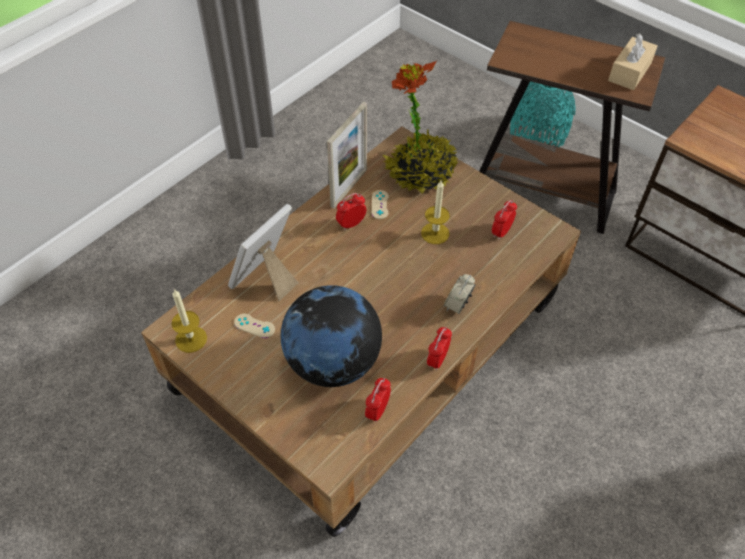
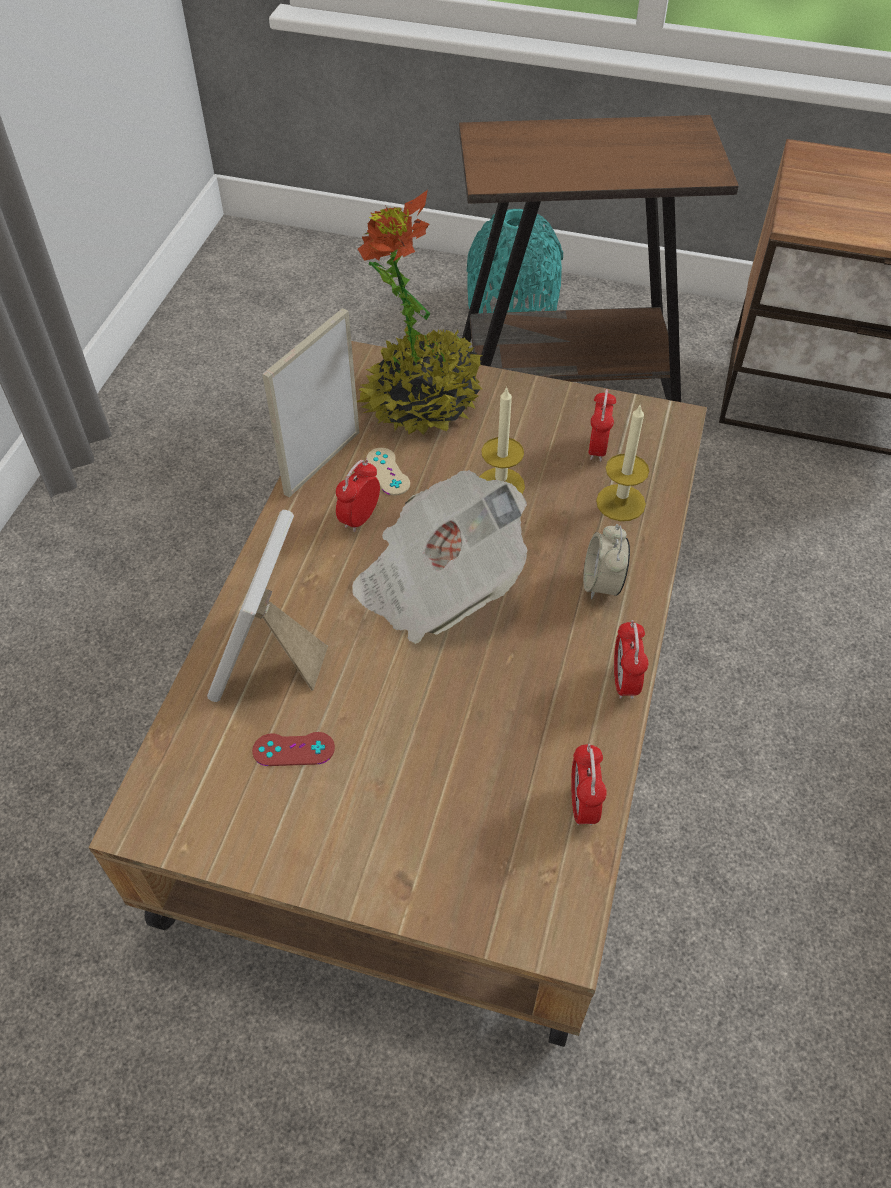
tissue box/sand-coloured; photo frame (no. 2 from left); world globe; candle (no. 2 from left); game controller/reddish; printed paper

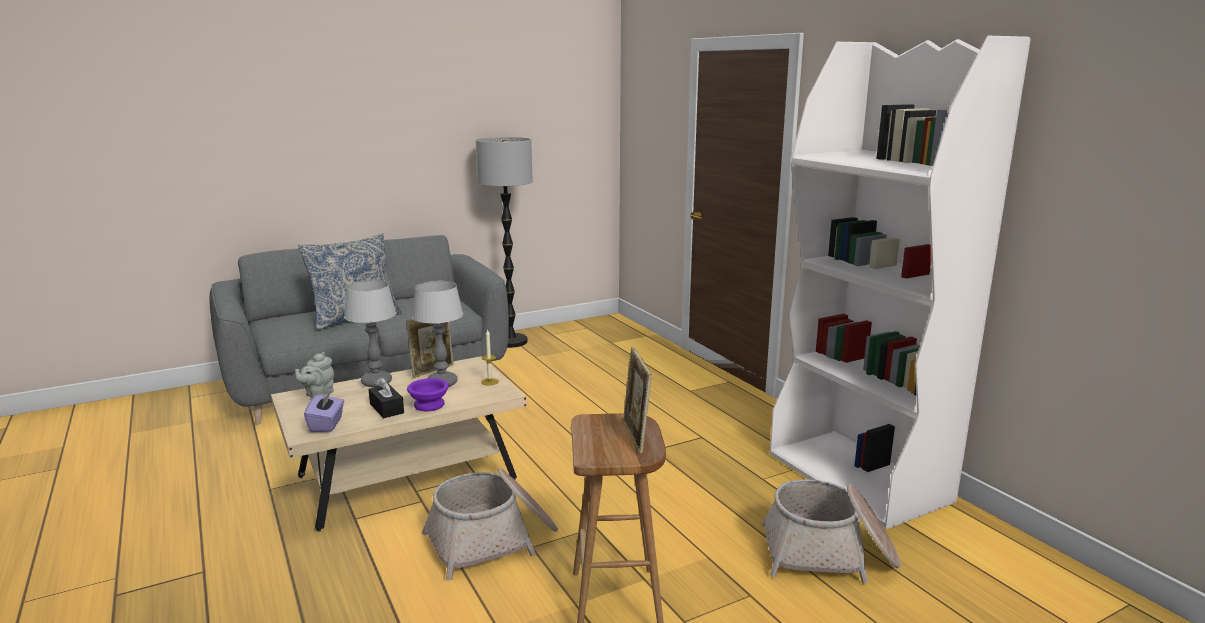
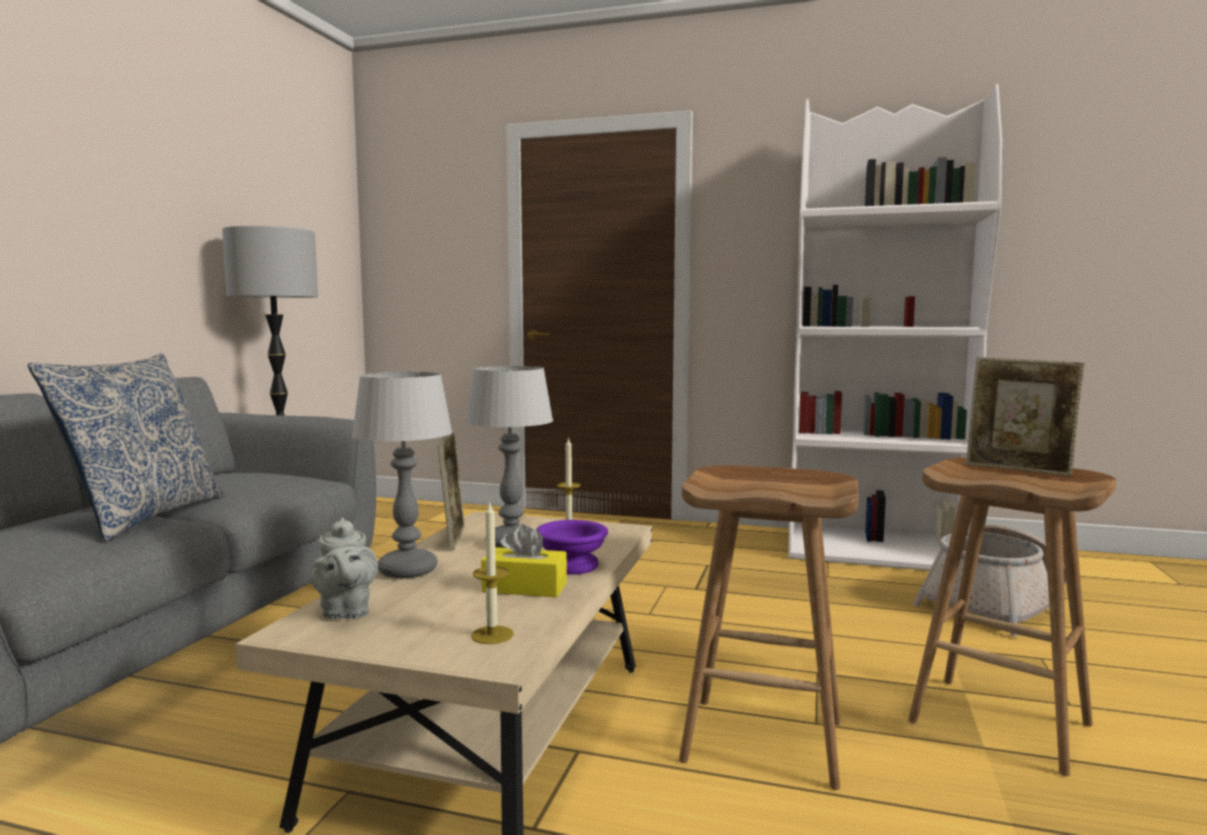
tissue box/yellow-coloured; candle (no. 1 from left); sitting stool/brownish (no. 1 from left)

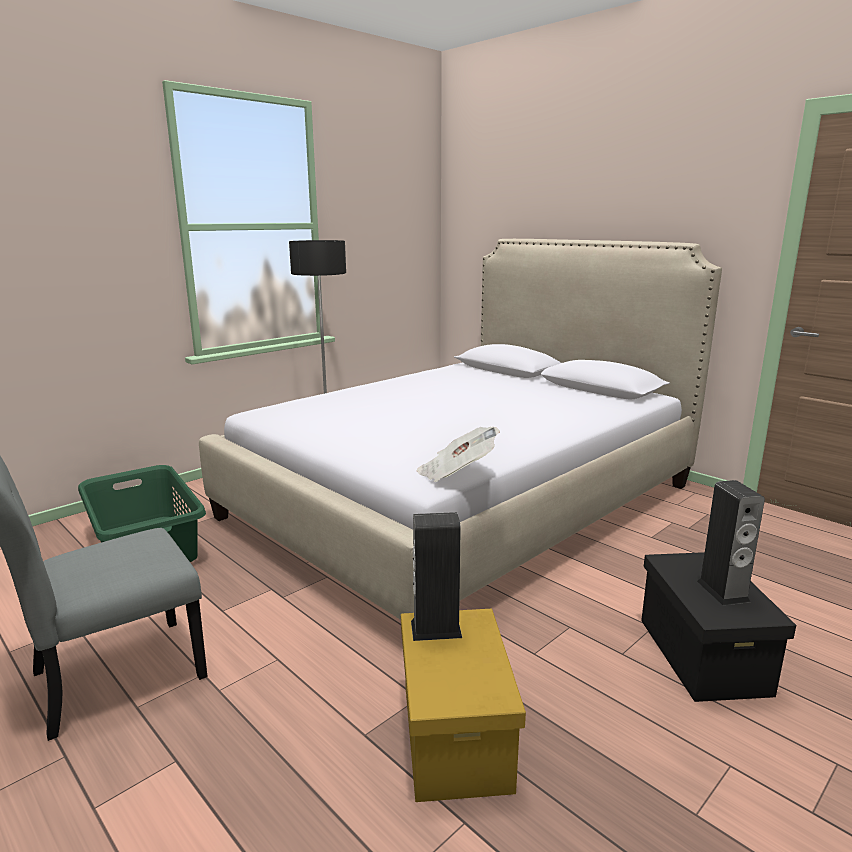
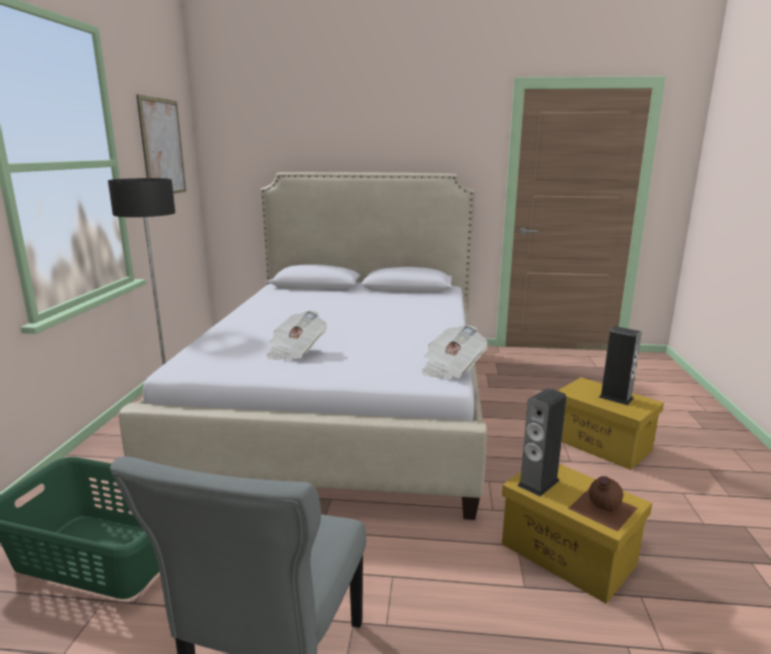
storage box/yellow-coloured (no. 2 from left); wall art; printed paper (no. 1 from left); drink bottle/brownish

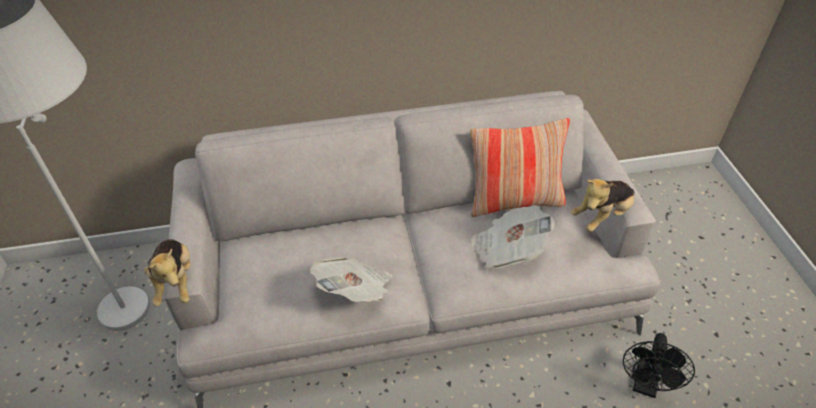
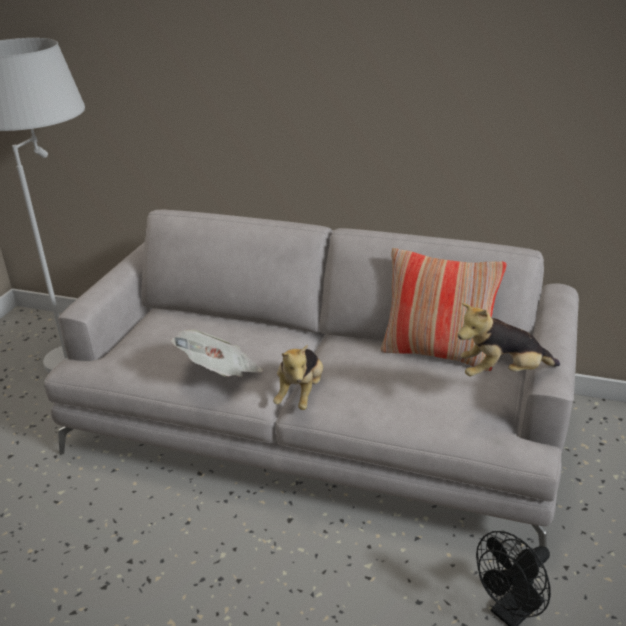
printed paper (no. 2 from left in the first image); soft toy (no. 1 from left)

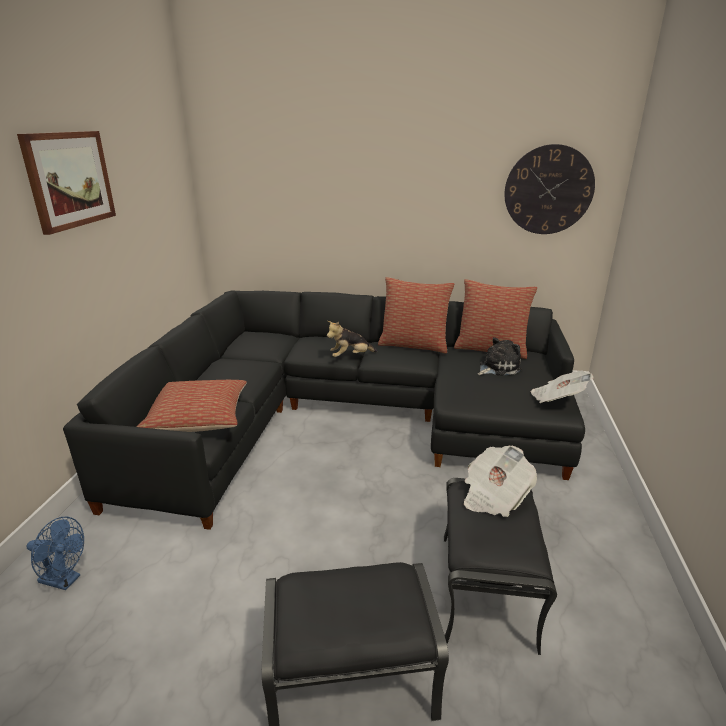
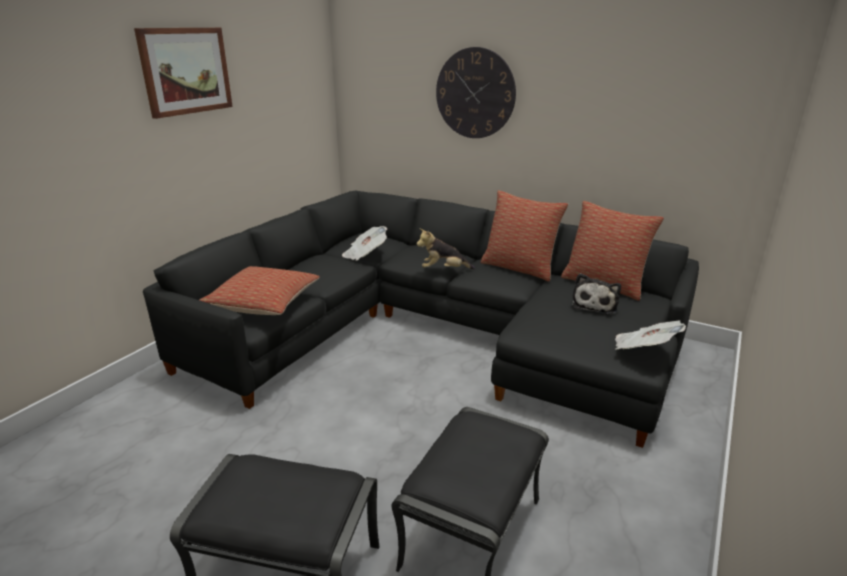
wall clock; soft toy (no. 2 from left); printed paper (no. 1 from left); cooling fan/blue-coloured

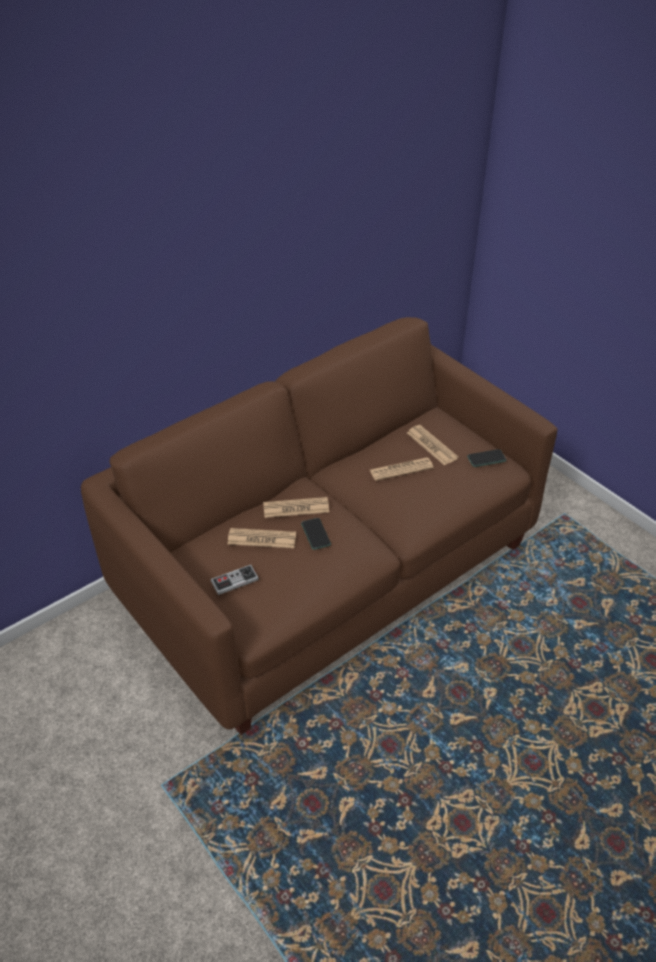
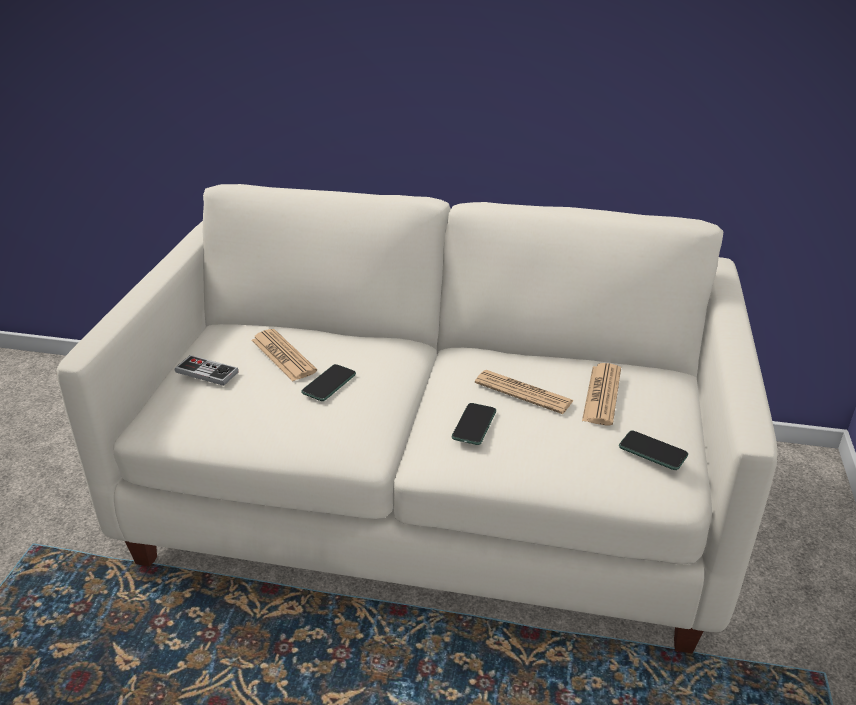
settee/white-coloured; printed paper (no. 2 from left in the first image); handset (no. 2 from left)

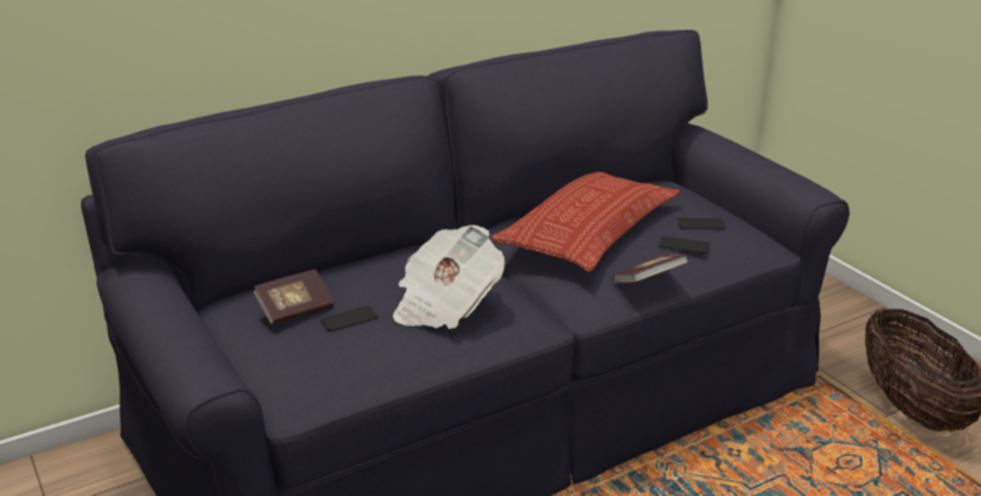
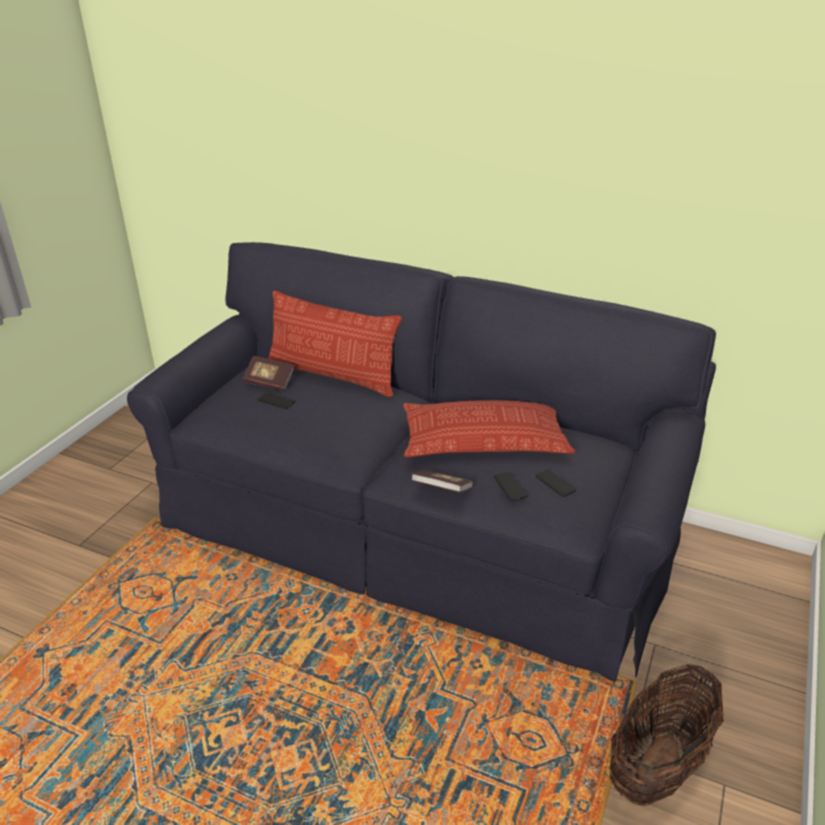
printed paper; throw pillow (no. 1 from left)

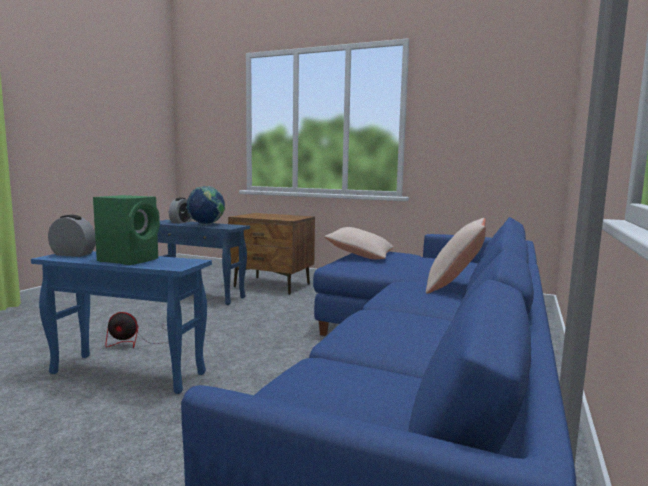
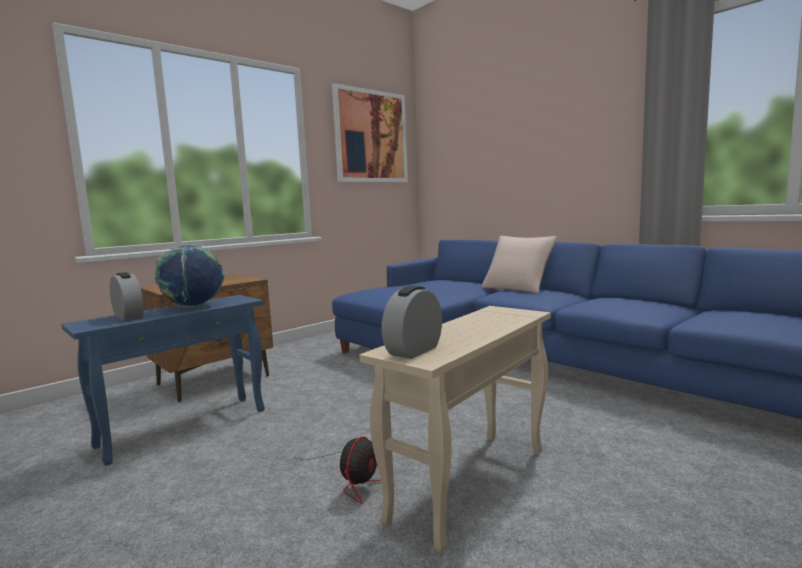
audio speaker/green-coloured; throw pillow/sand-coloured (no. 1 from left in the first image); side table/sand-coloured; wall art

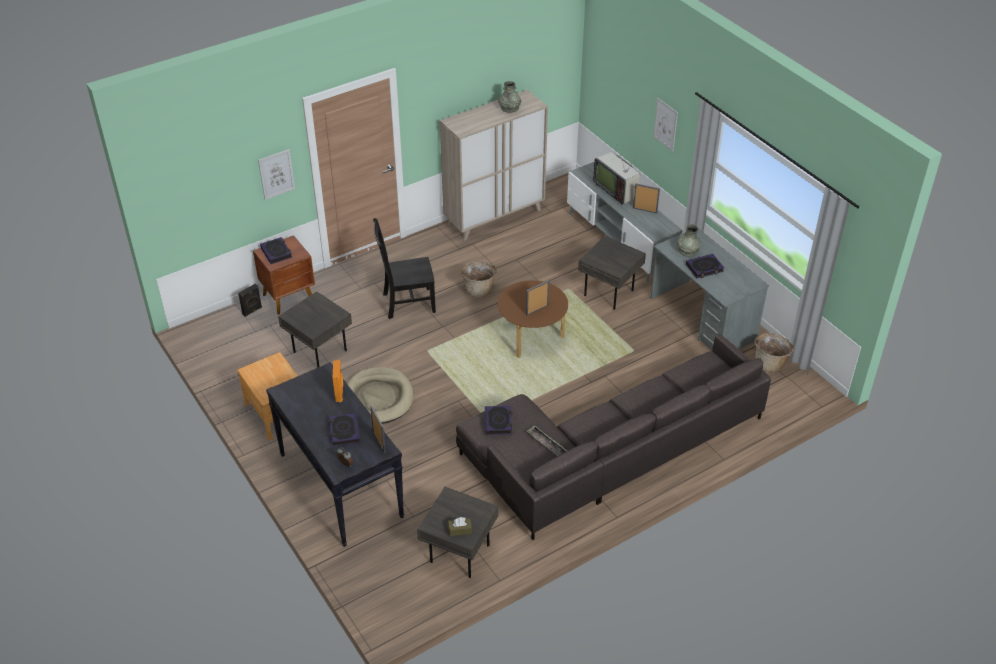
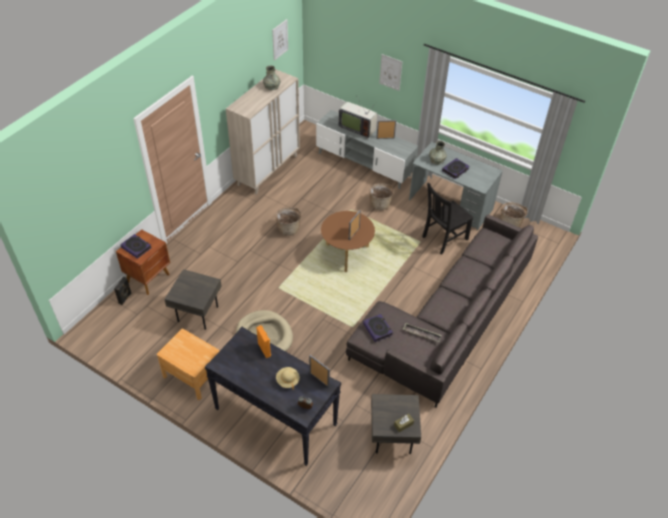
wall art (no. 1 from left); plain chair/black; storage basket (no. 2 from left); clothing hat/sand-coloured

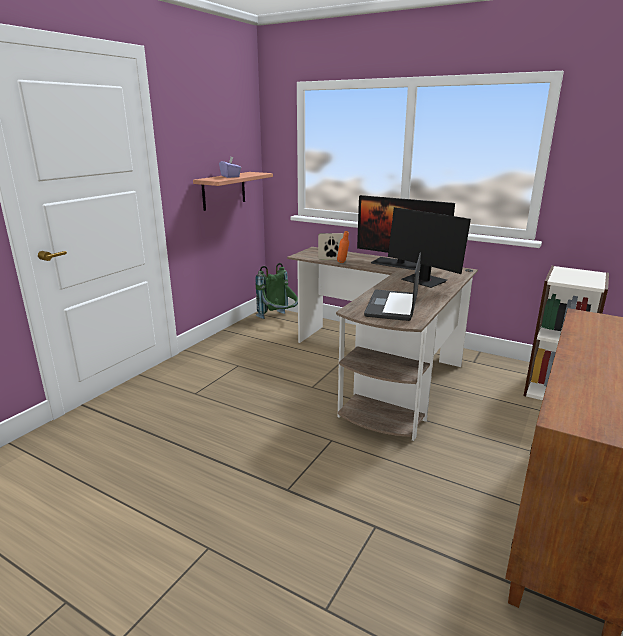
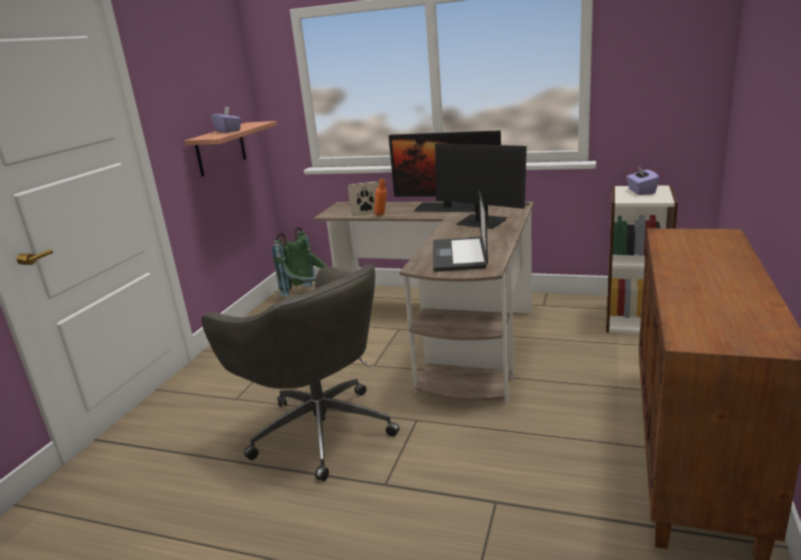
tissue box/purple (no. 2 from left); office chair/gray

